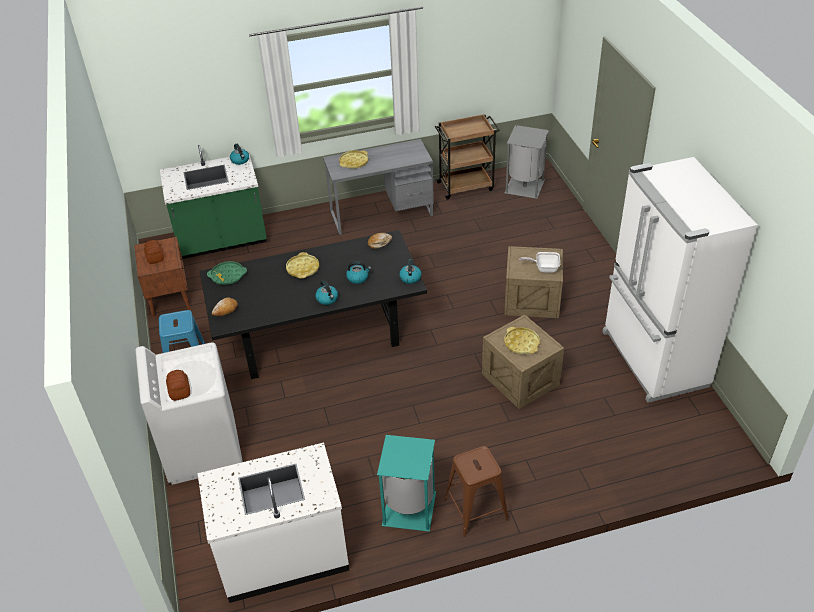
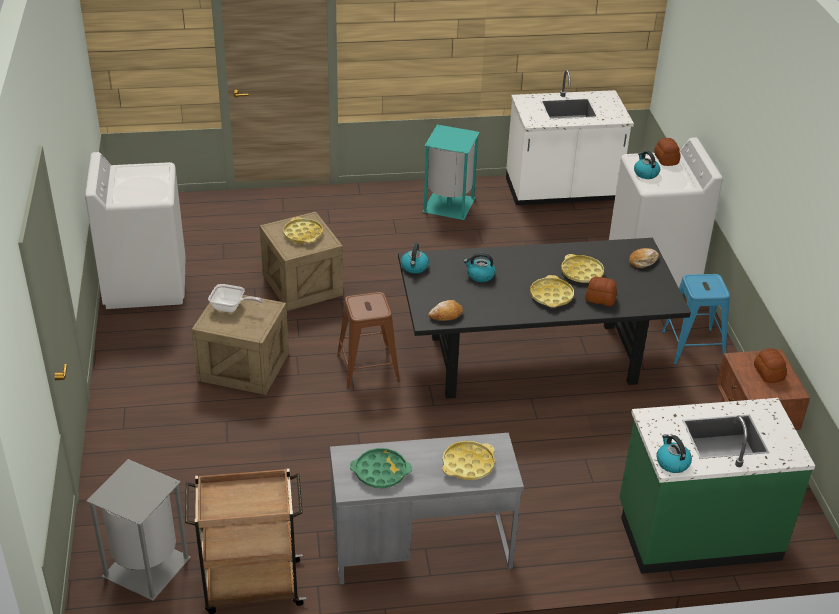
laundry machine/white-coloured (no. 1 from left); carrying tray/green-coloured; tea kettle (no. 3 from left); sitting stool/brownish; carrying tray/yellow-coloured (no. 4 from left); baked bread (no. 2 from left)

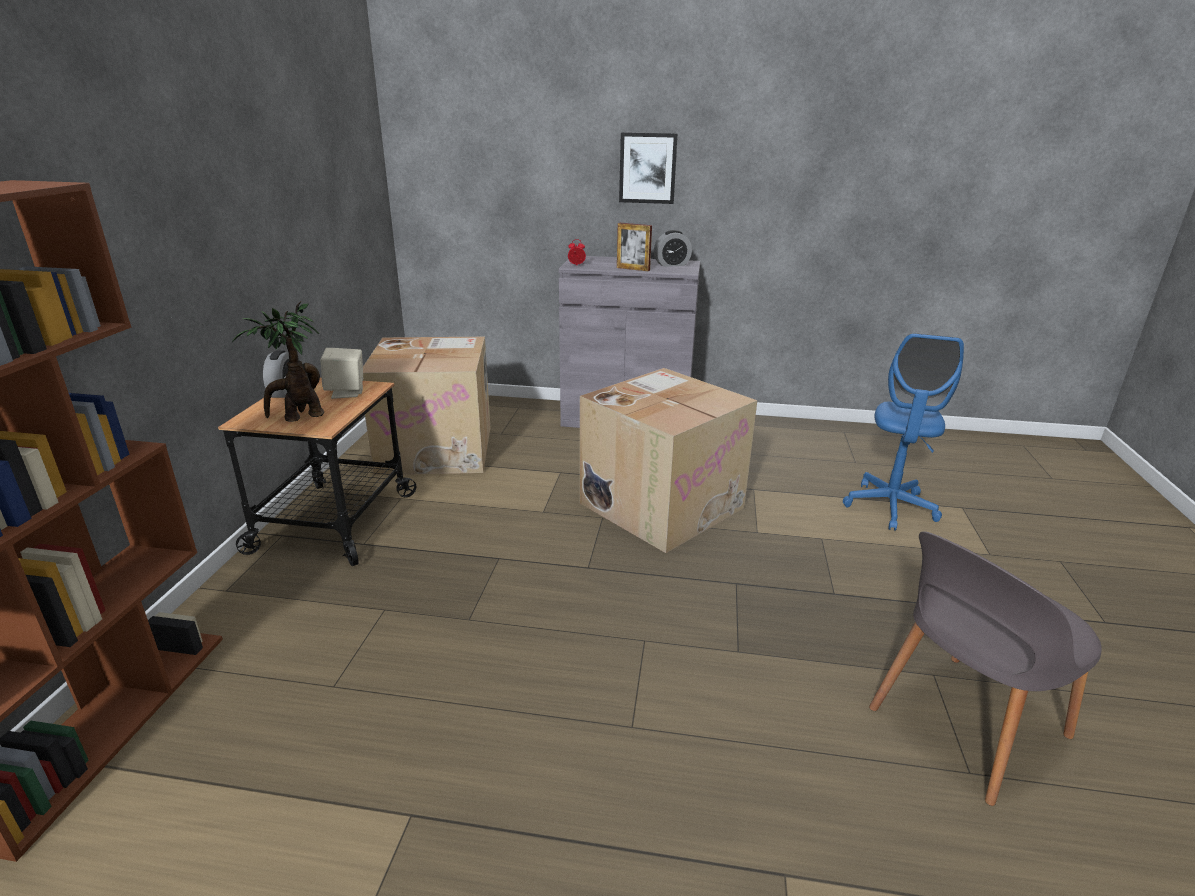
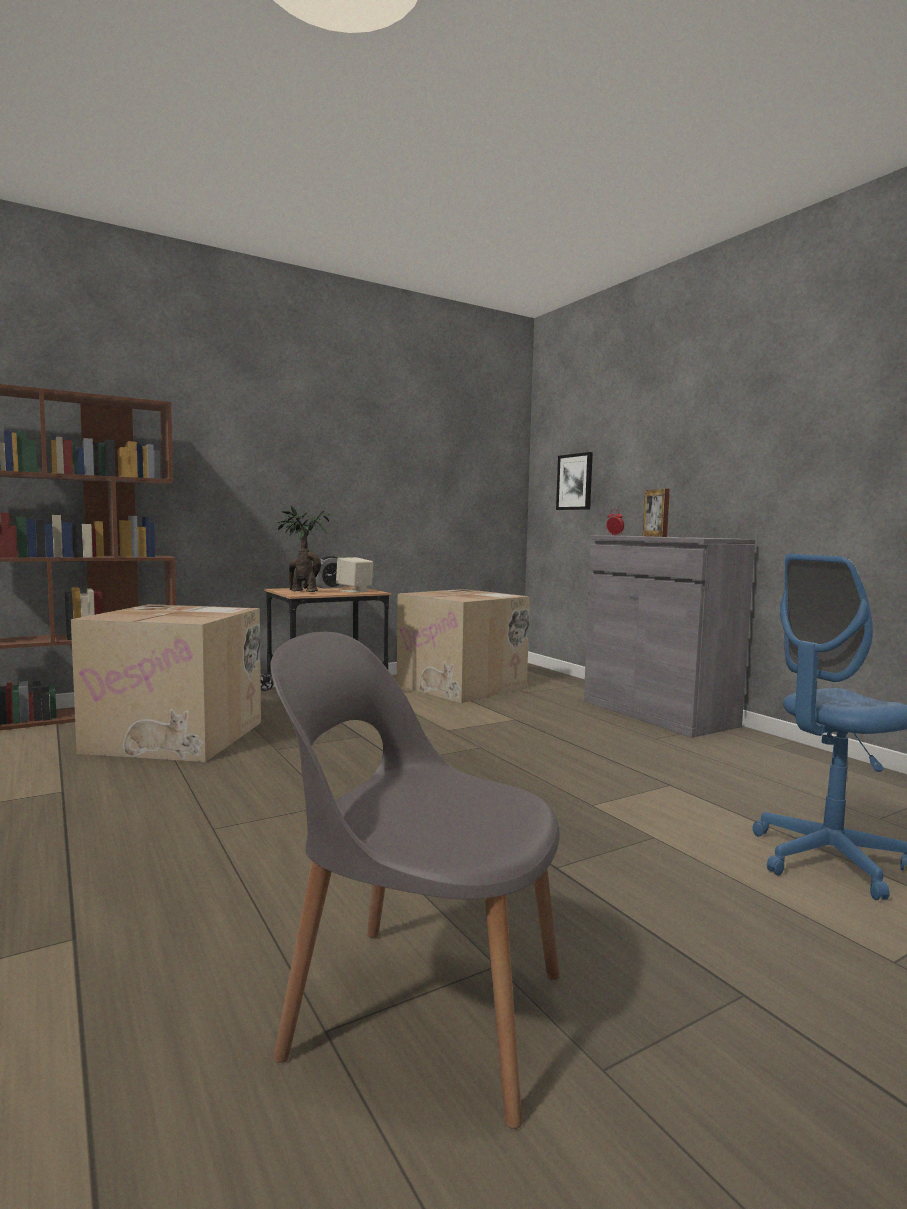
wall art; table clock (no. 3 from left in the first image); packing box (no. 1 from left)

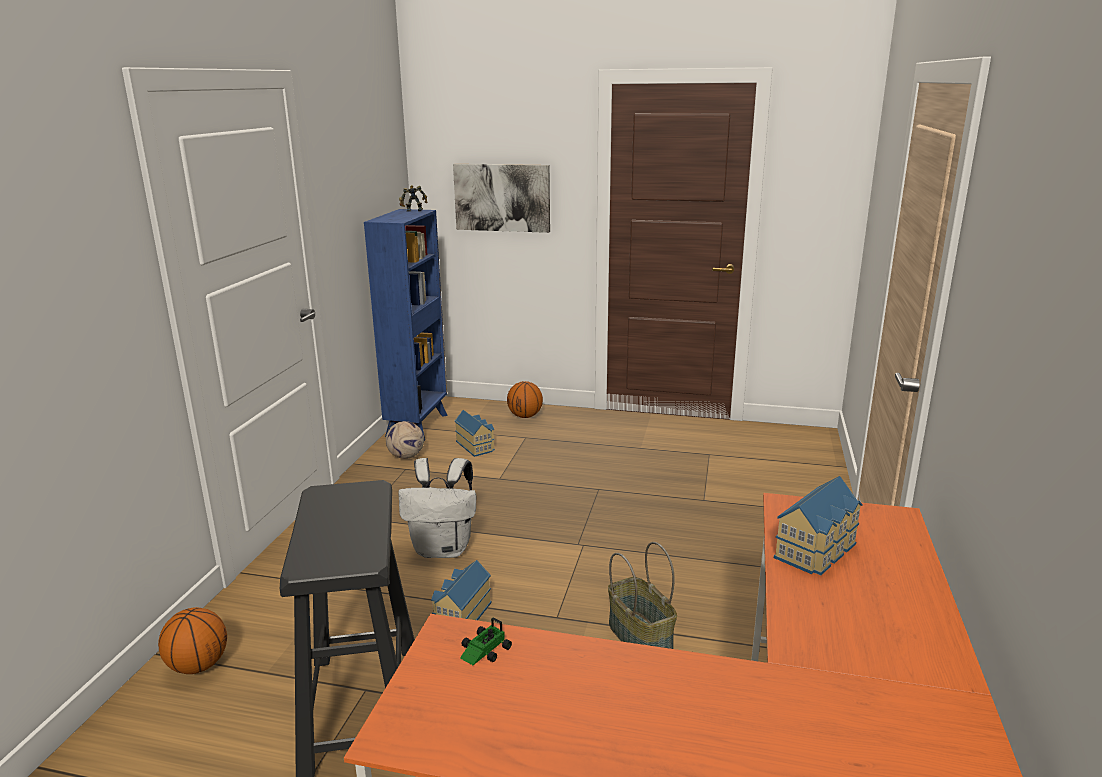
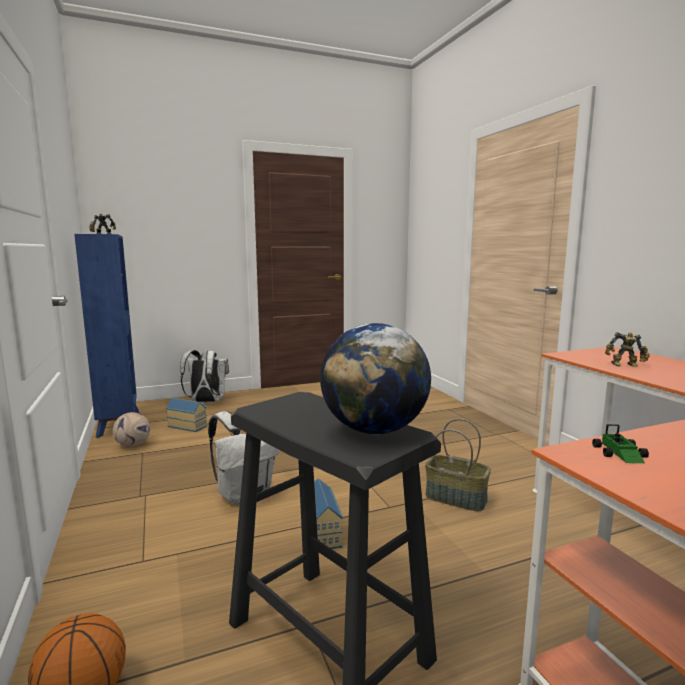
wall art; knapsack/white-coloured (no. 1 from left); robot figure (no. 2 from left); world globe

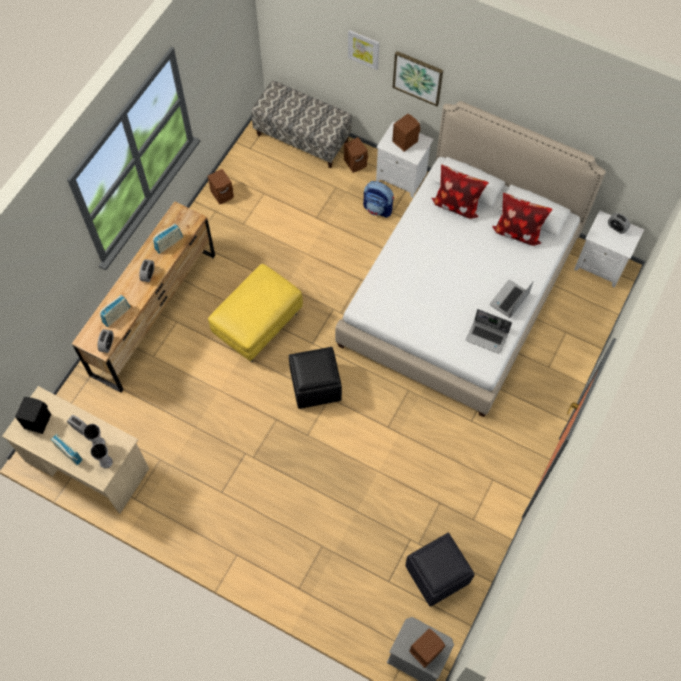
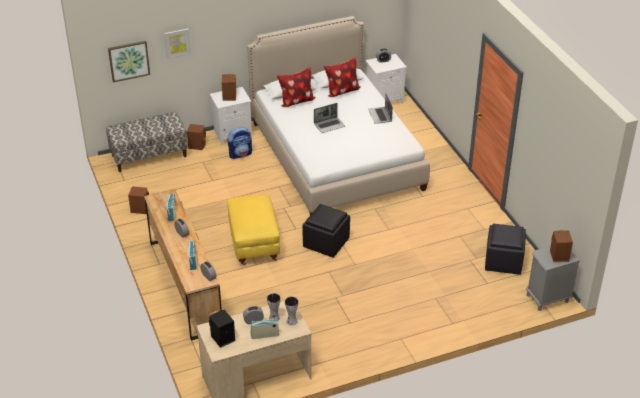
wall art (no. 1 from left); portable computer (no. 1 from left)

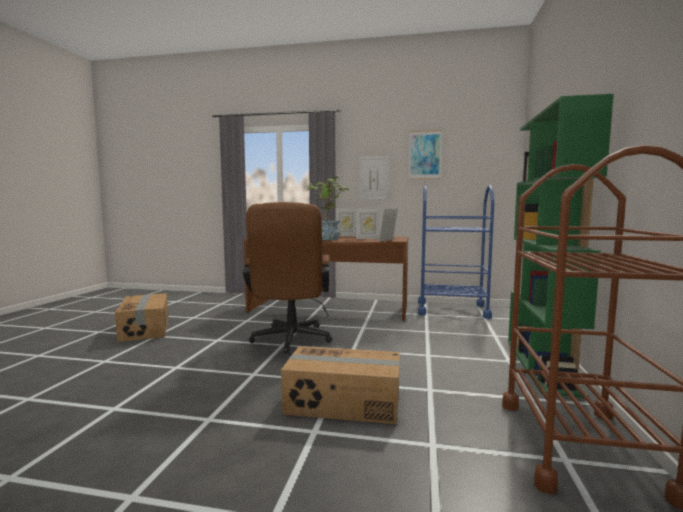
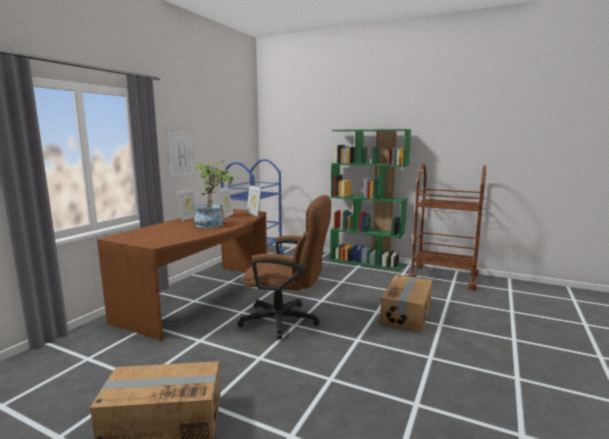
wall art (no. 2 from left in the first image)

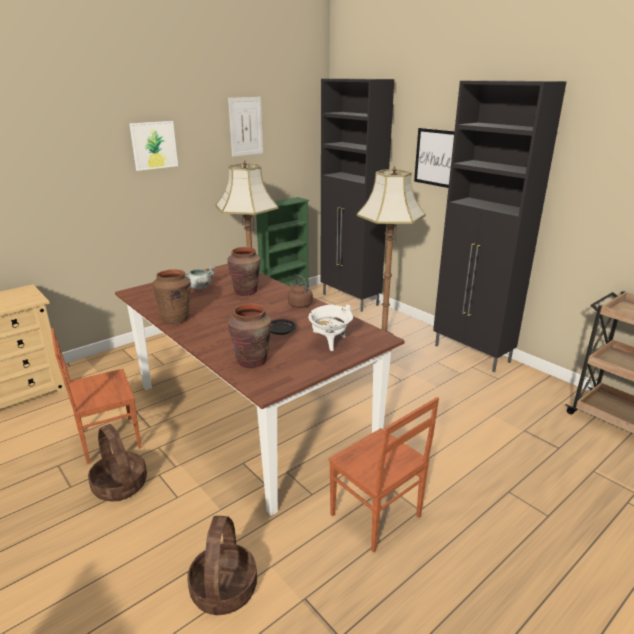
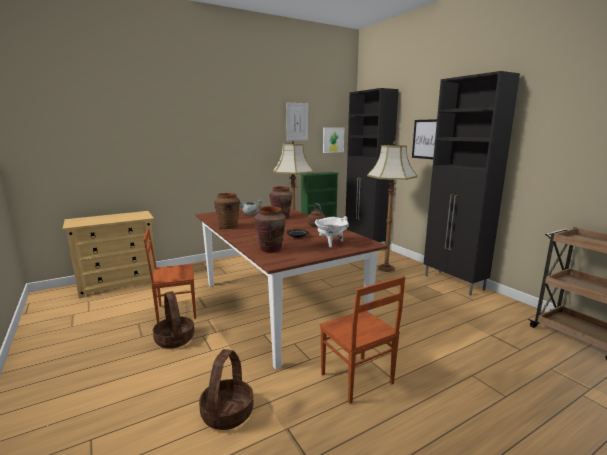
wall art (no. 2 from left)

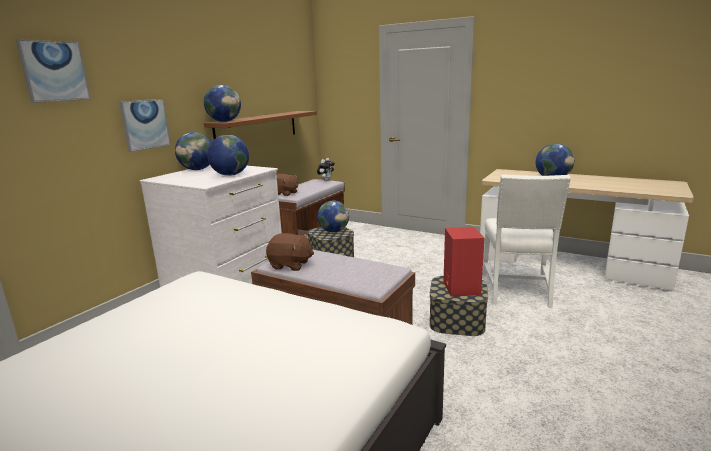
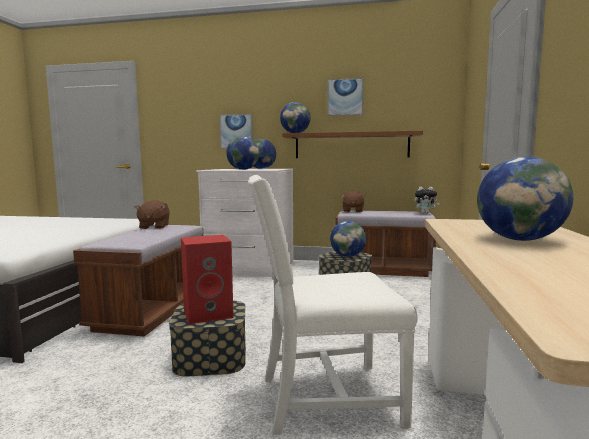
wall art (no. 2 from left)

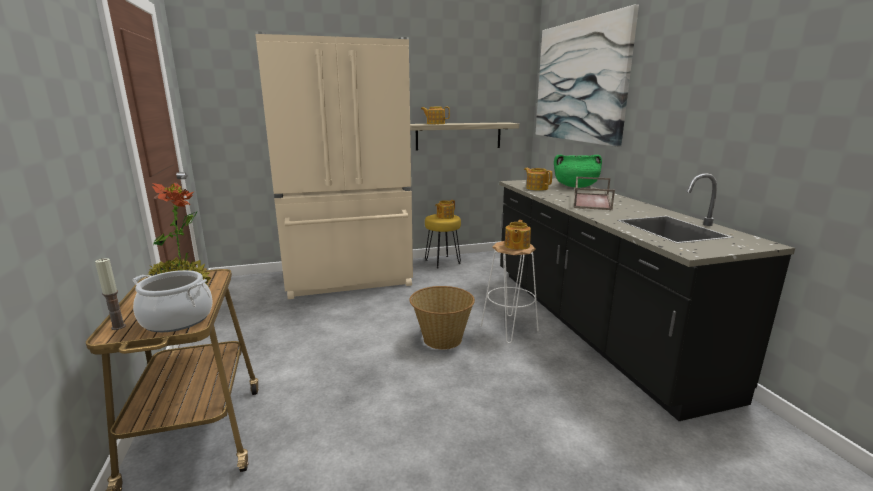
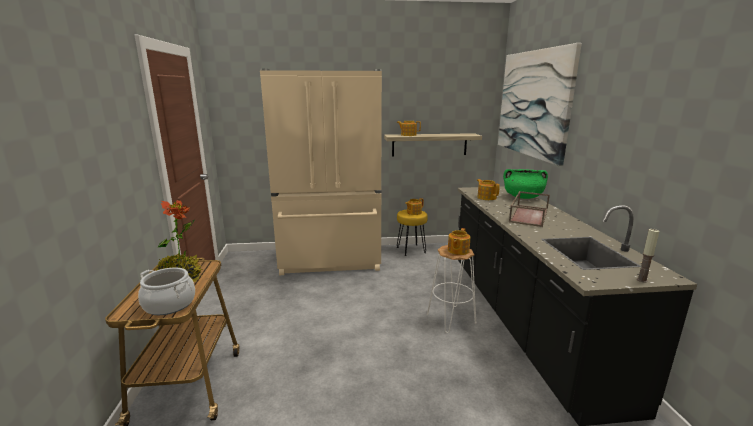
candle; storage basket

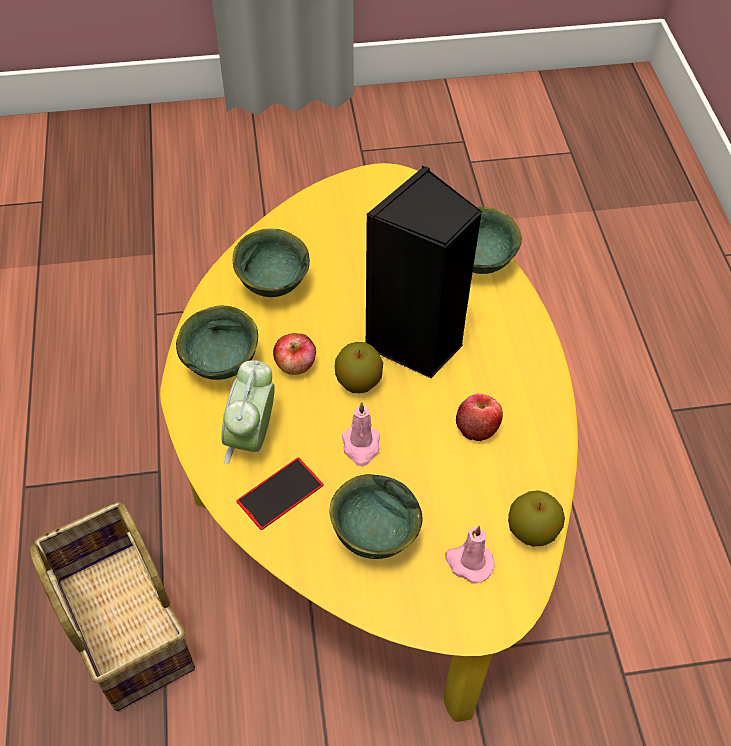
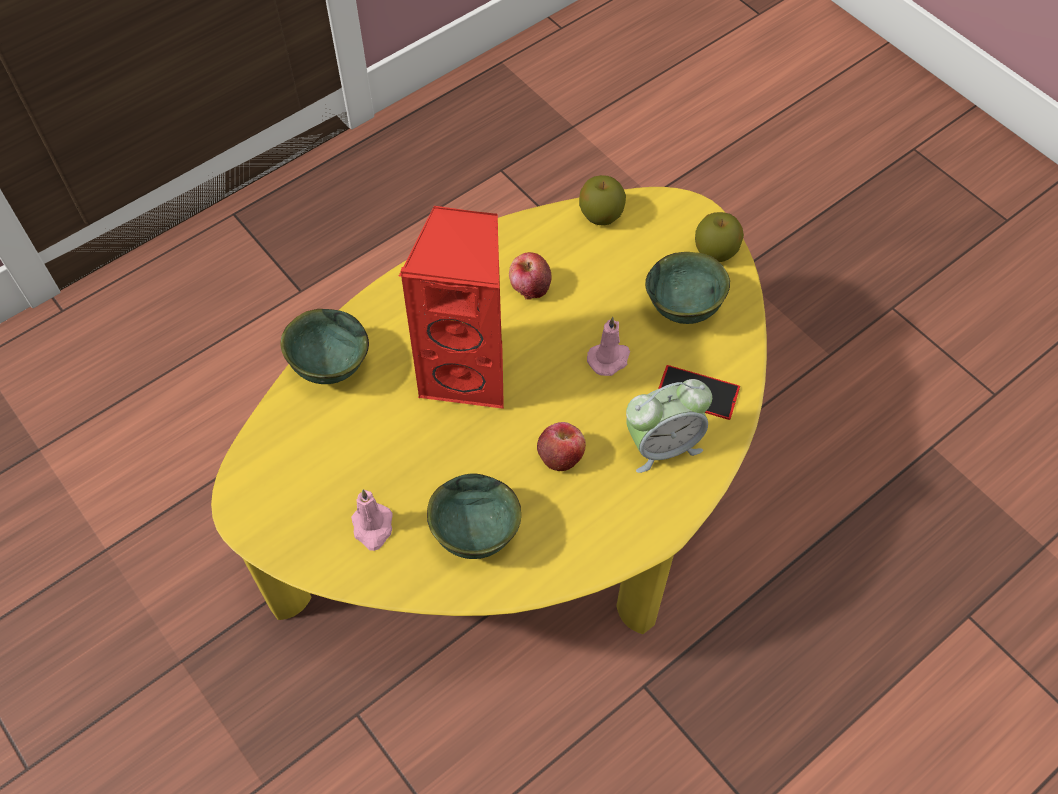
audio speaker/reddish; serving bowl/green-coloured (no. 1 from left in the first image); apple fruit (no. 4 from left); storage basket; candle/pink (no. 1 from left)

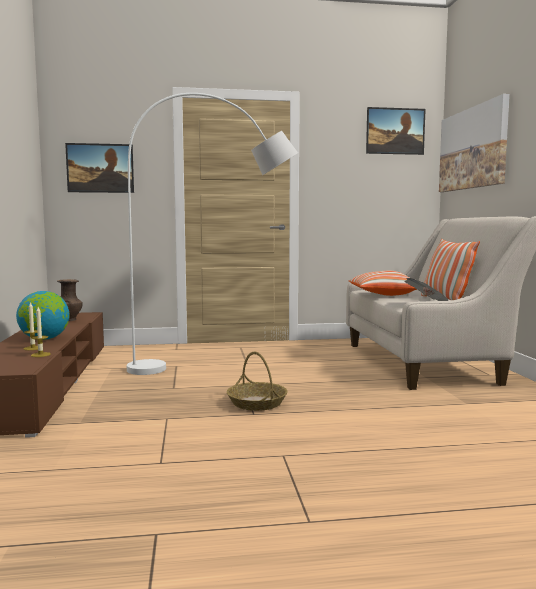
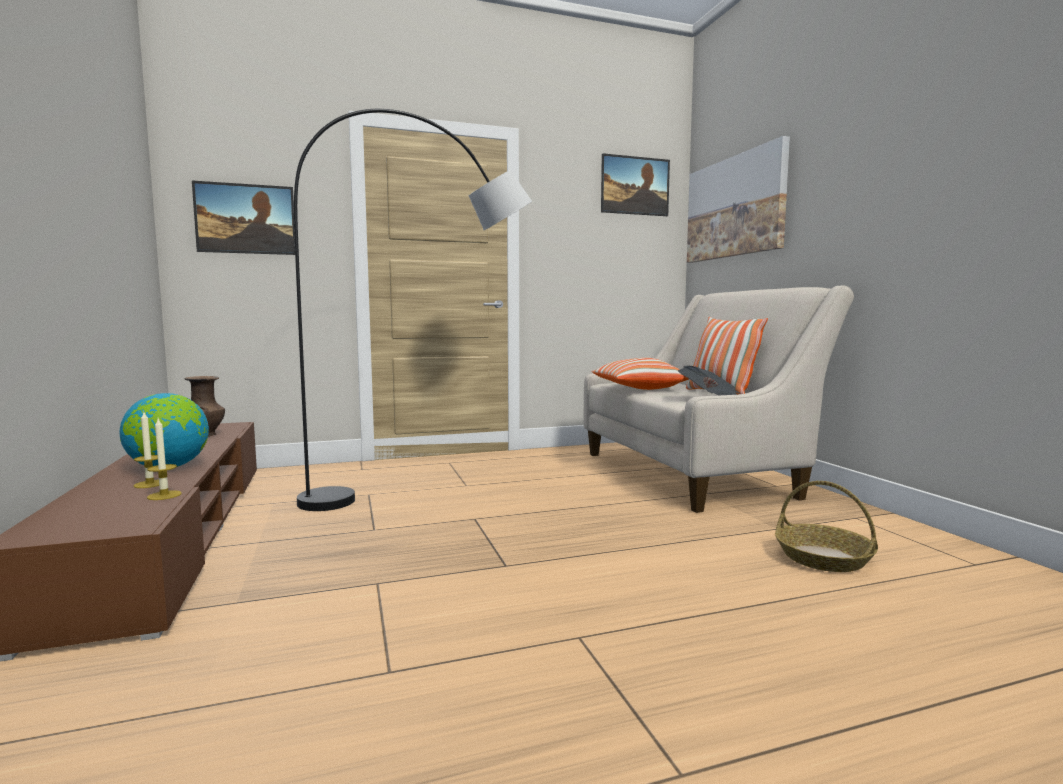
standing lamp/black; storage basket

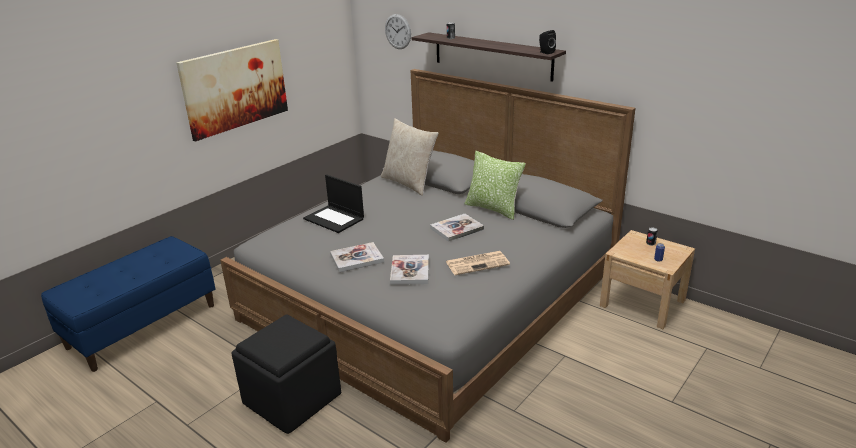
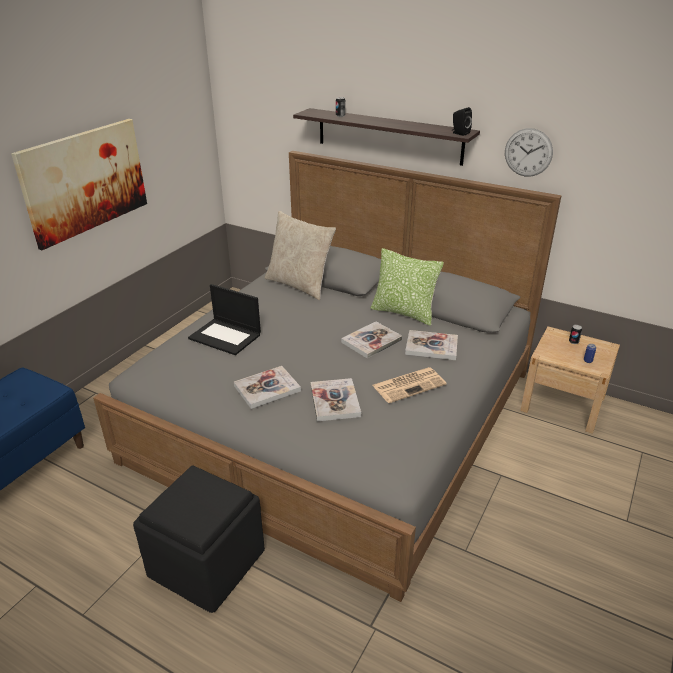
wall clock; book (no. 4 from left)

